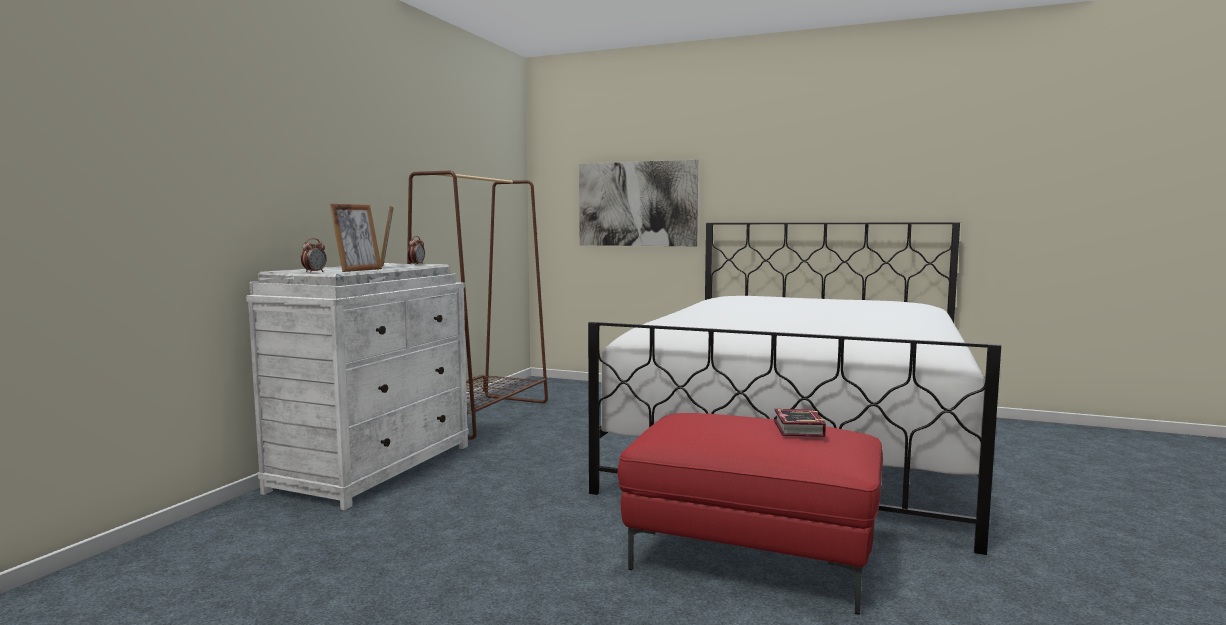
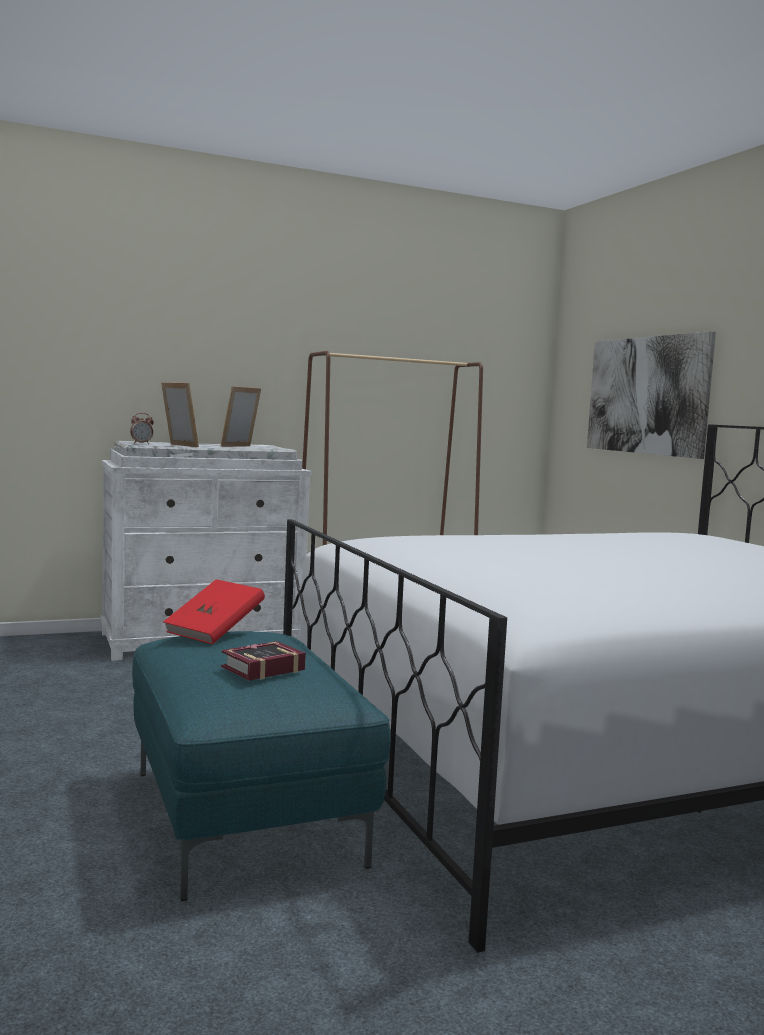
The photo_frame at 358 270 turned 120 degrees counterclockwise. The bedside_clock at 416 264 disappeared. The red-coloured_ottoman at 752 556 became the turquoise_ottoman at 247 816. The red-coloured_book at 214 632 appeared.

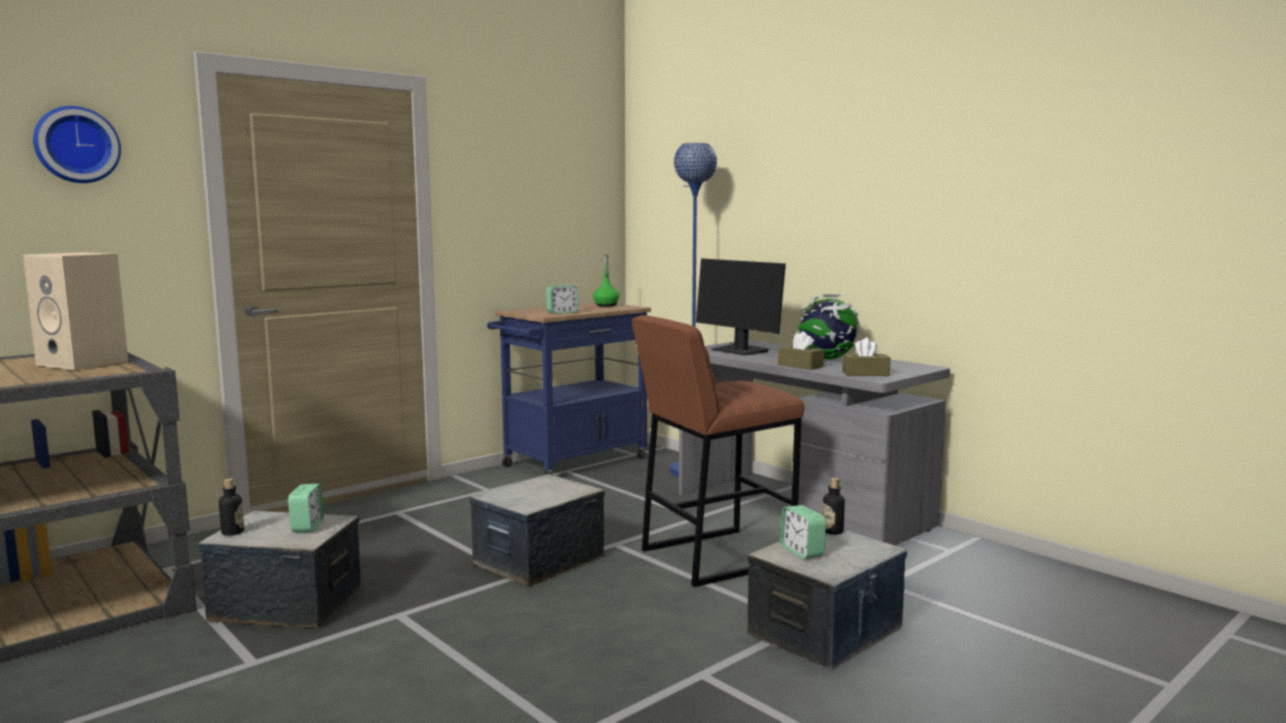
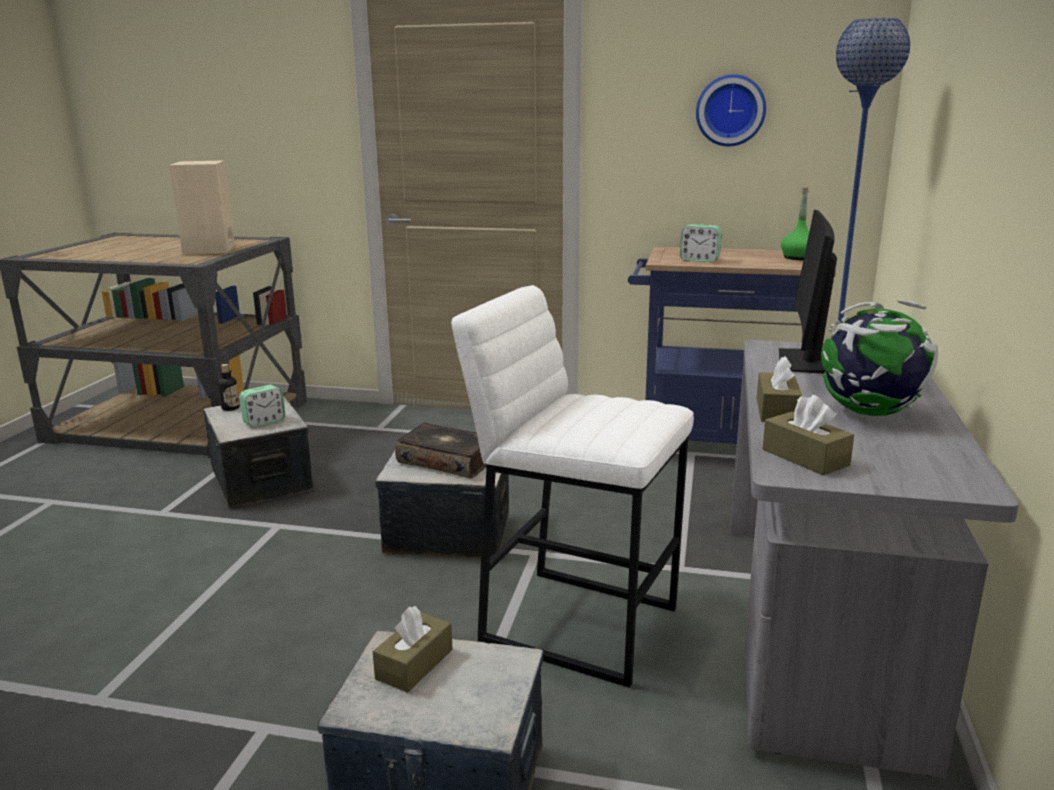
The wall_clock moved from 76 145 to 730 110. The brown-coloured_stool at 714 557 became the white-coloured_stool at 575 623. The bedside_clock at 802 552 was replaced by the brown-coloured_box_of_tissues at 414 664. The beverage_bottle at 832 531 disappeared. The book at 447 461 appeared.

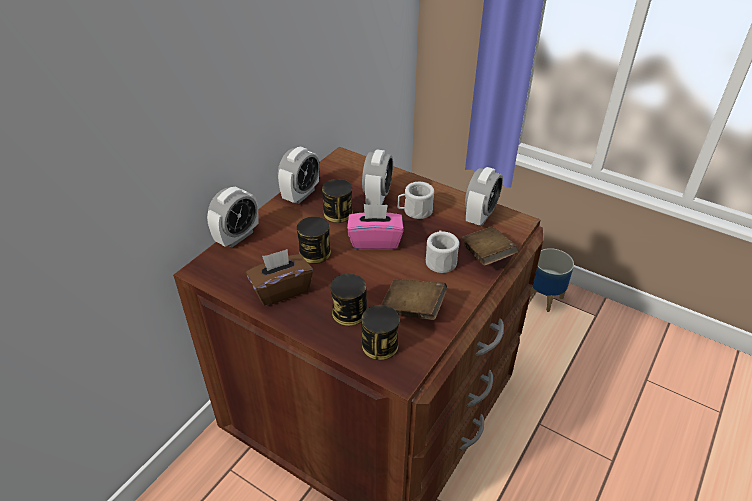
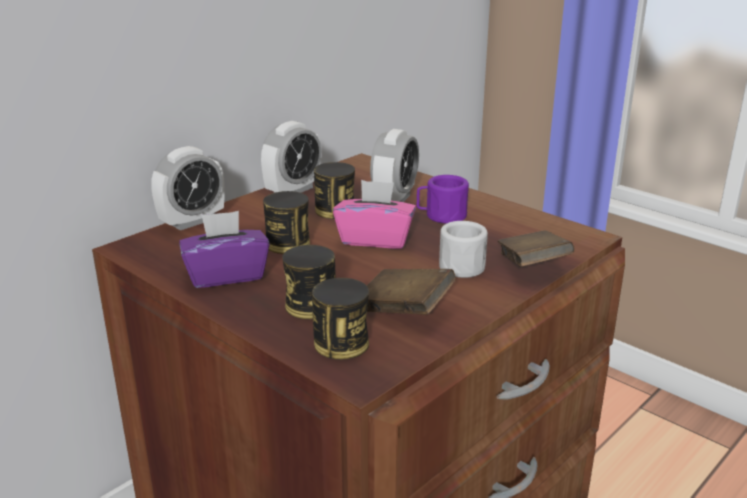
The brown-coloured_box_of_tissues at 281 290 became the purple-coloured_box_of_tissues at 226 275. The white-coloured_coffee_mug at 414 211 became the purple-coloured_coffee_mug at 441 216. The bedside_clock at 480 216 disappeared. The plant_pot at 545 298 disappeared.

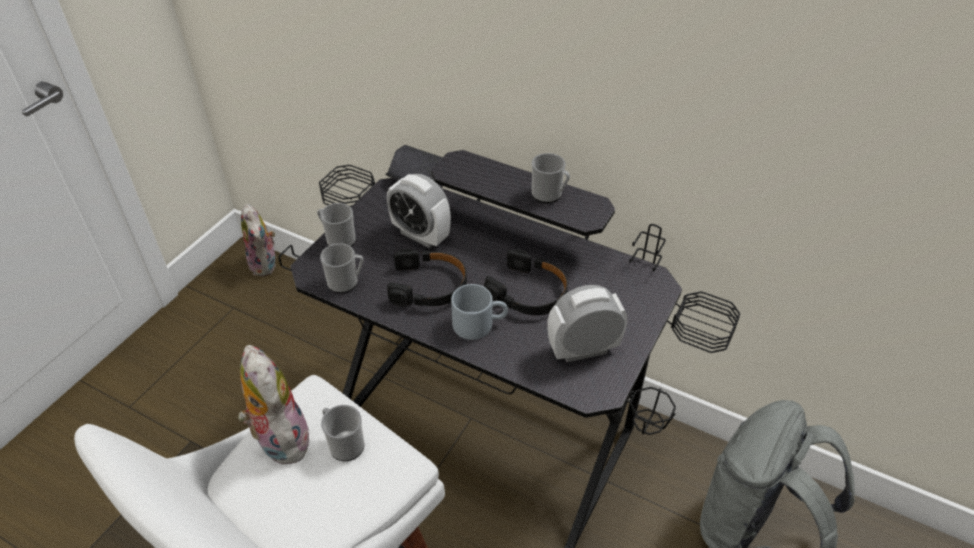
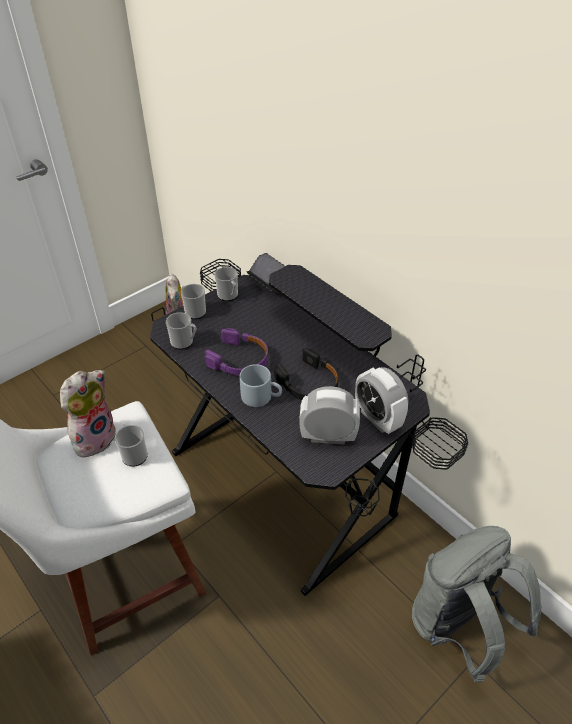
The soft_toy at 279 438 turned 45 degrees clockwise. The bedside_clock moved from 420 235 to 377 418. The black-coloured_headphones at 429 286 became the purple-coloured_headphones at 239 360. The coffee_mug moved from 549 195 to 229 296.

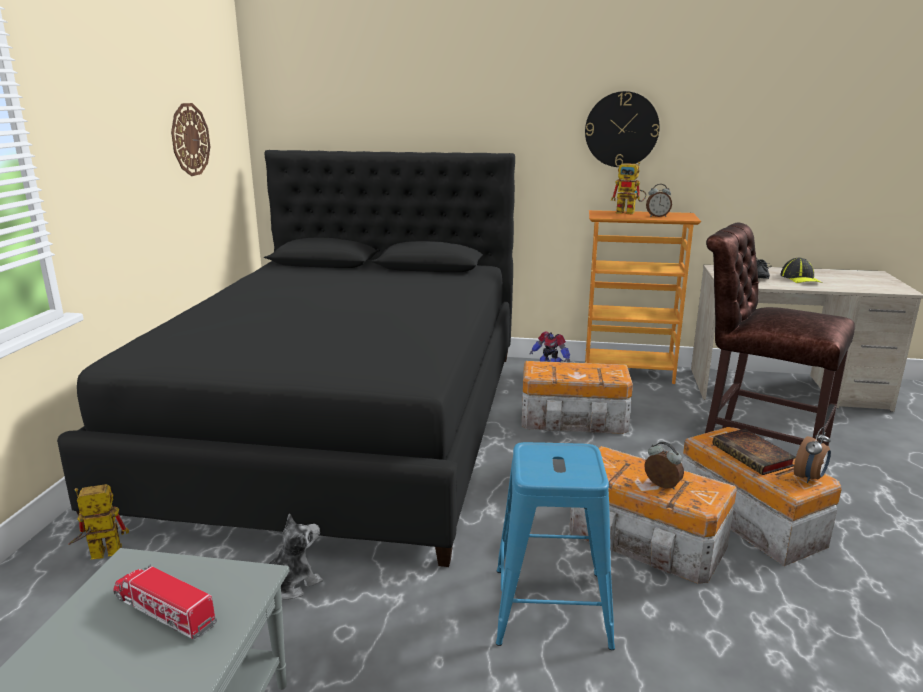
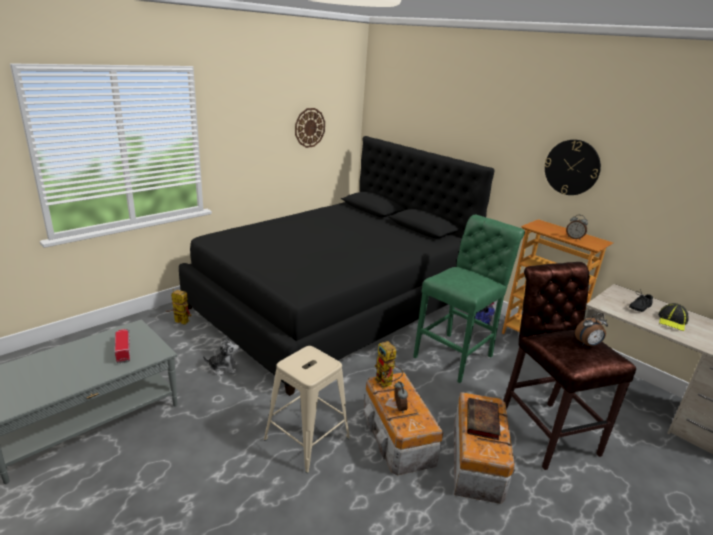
The blue_stool at 552 607 became the sand-coloured_stool at 307 439. The storage_box at 575 420 was replaced by the green_stool at 456 355. The model_robot moved from 630 212 to 386 384. The bedside_clock moved from 809 478 to 588 345.

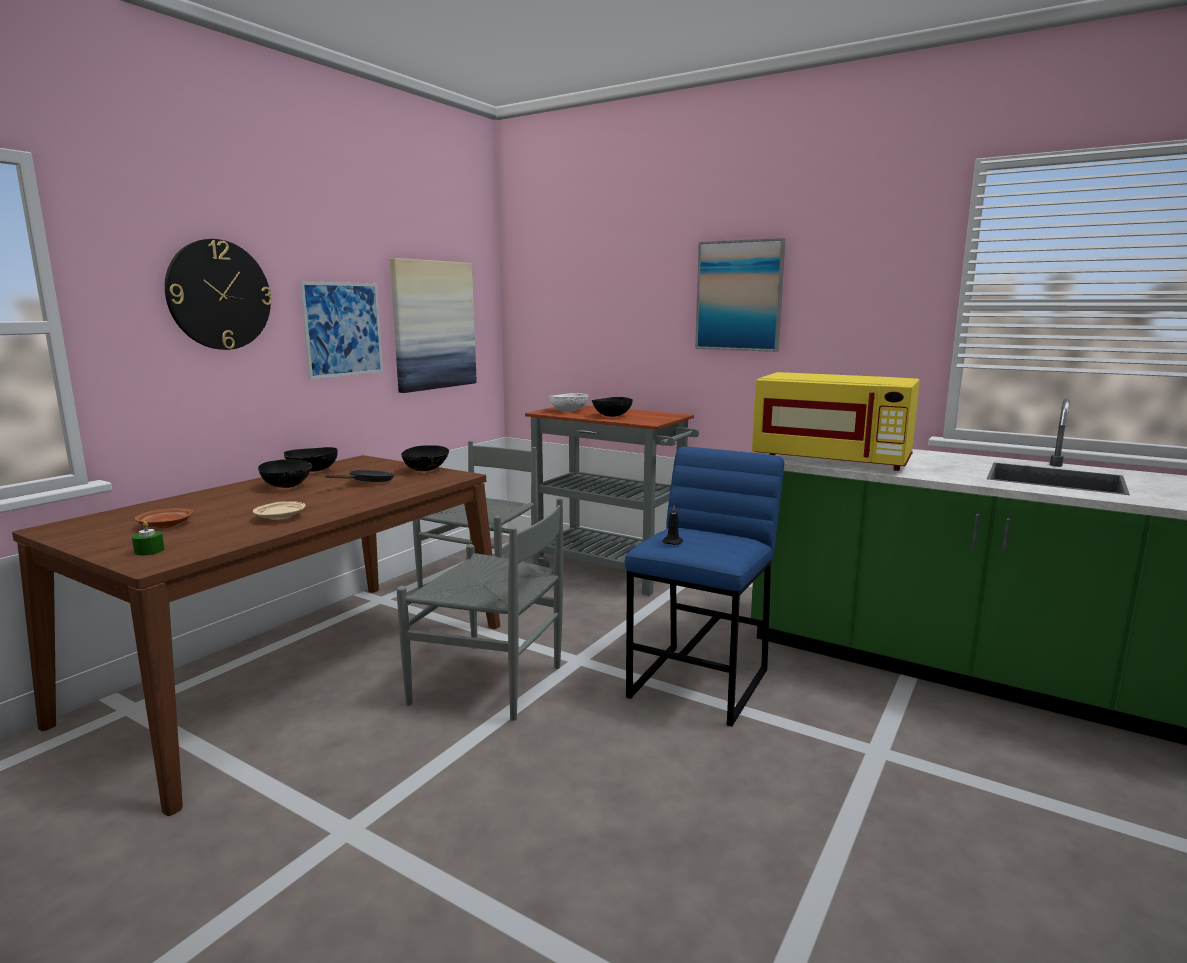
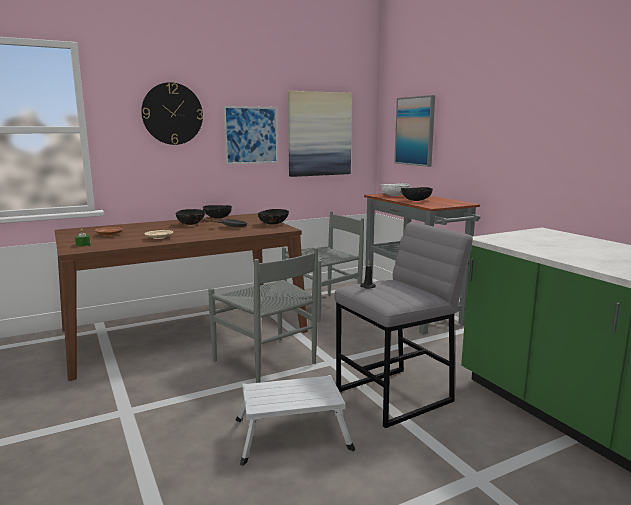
The blue_stool at 700 681 became the gray_stool at 396 395. The picture moved from 739 296 to 415 131. The yellowish_microwave_oven at 832 460 disappeared. The white-coloured_stepladder at 293 434 appeared.

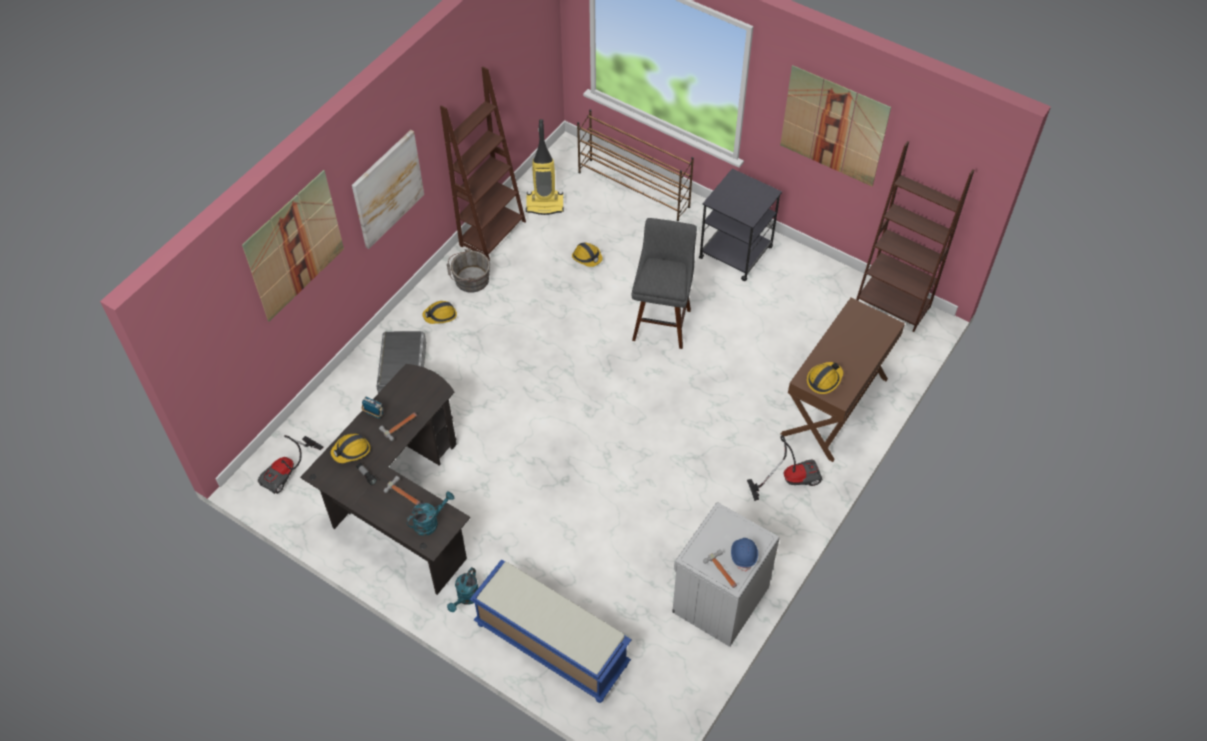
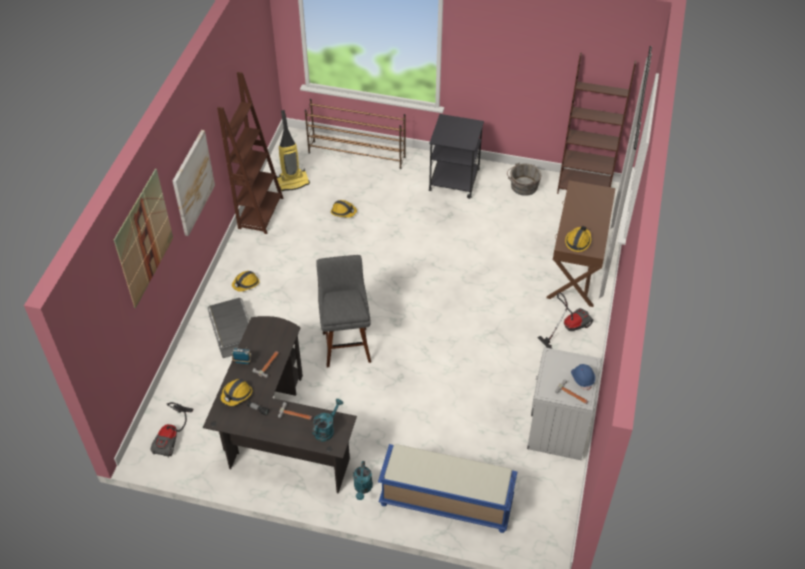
The gray_pail moved from 469 279 to 522 187. The gray_stool moved from 662 322 to 346 344. The picture at 833 126 disappeared.

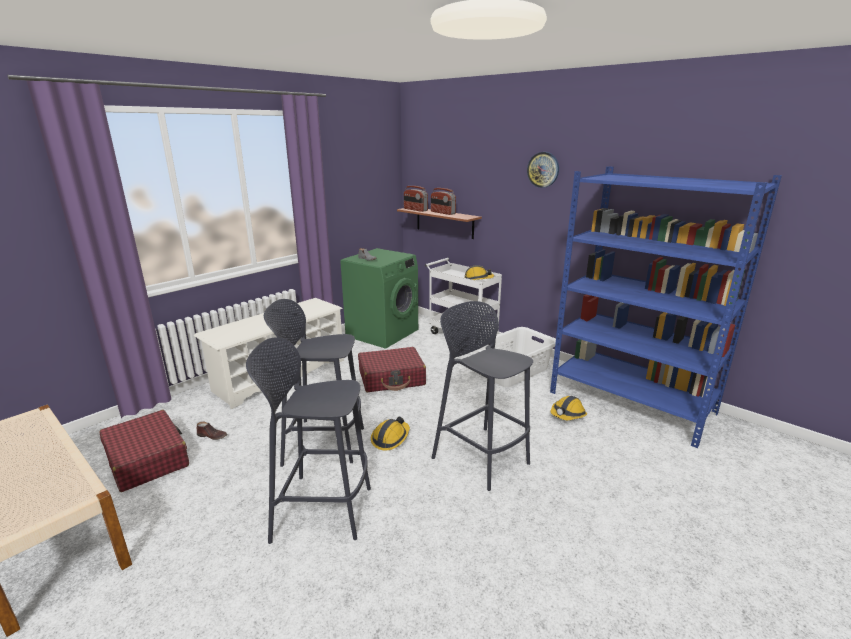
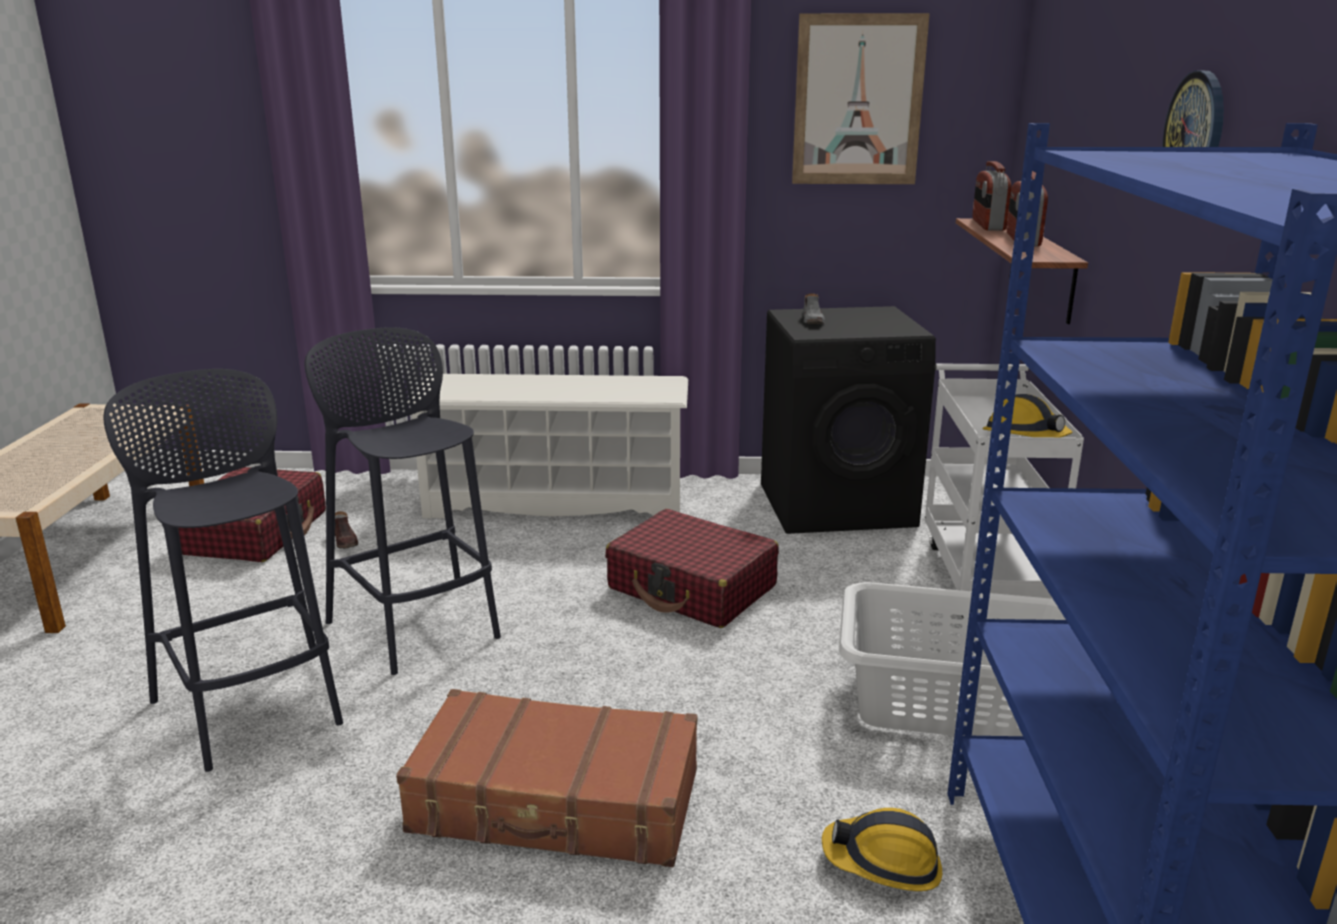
The green_laundry_machine at 383 333 became the black-coloured_laundry_machine at 837 505. The work_helmet at 390 438 disappeared. The gray_stool at 481 457 was replaced by the brown-coloured_piece_of_luggage at 556 803. The picture at 858 100 appeared.

